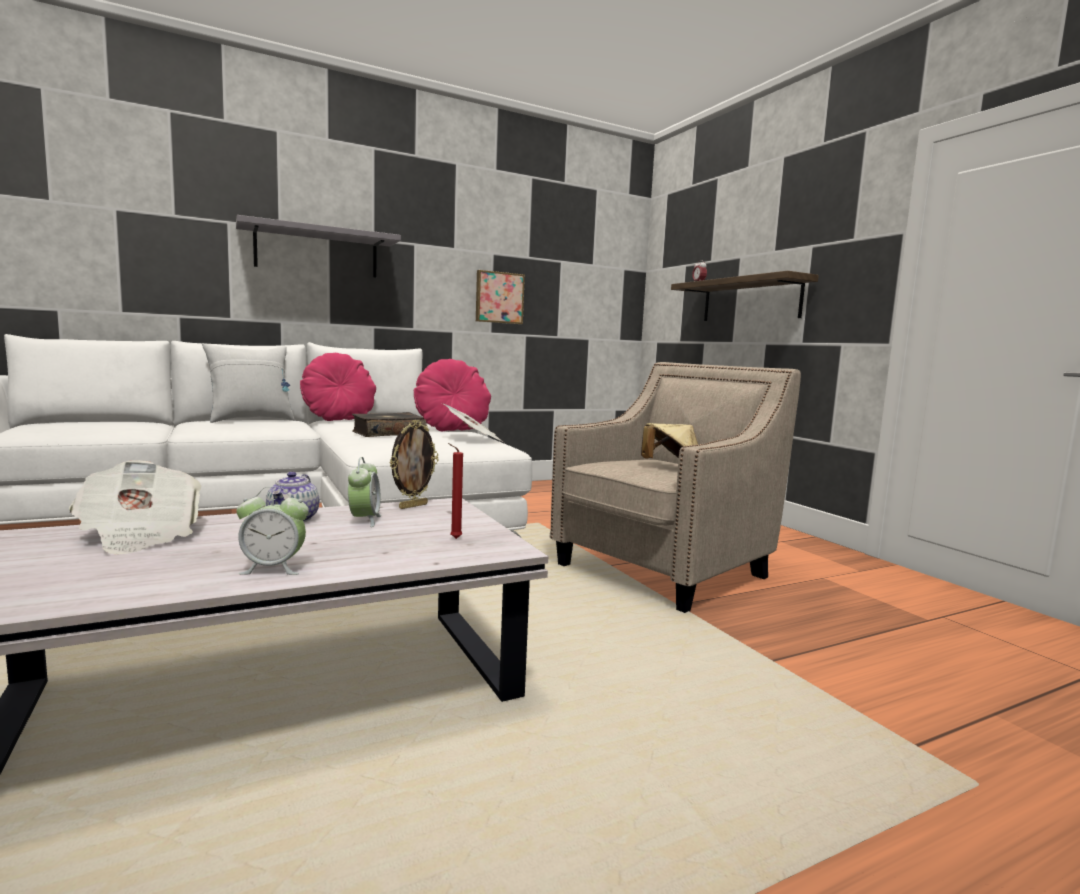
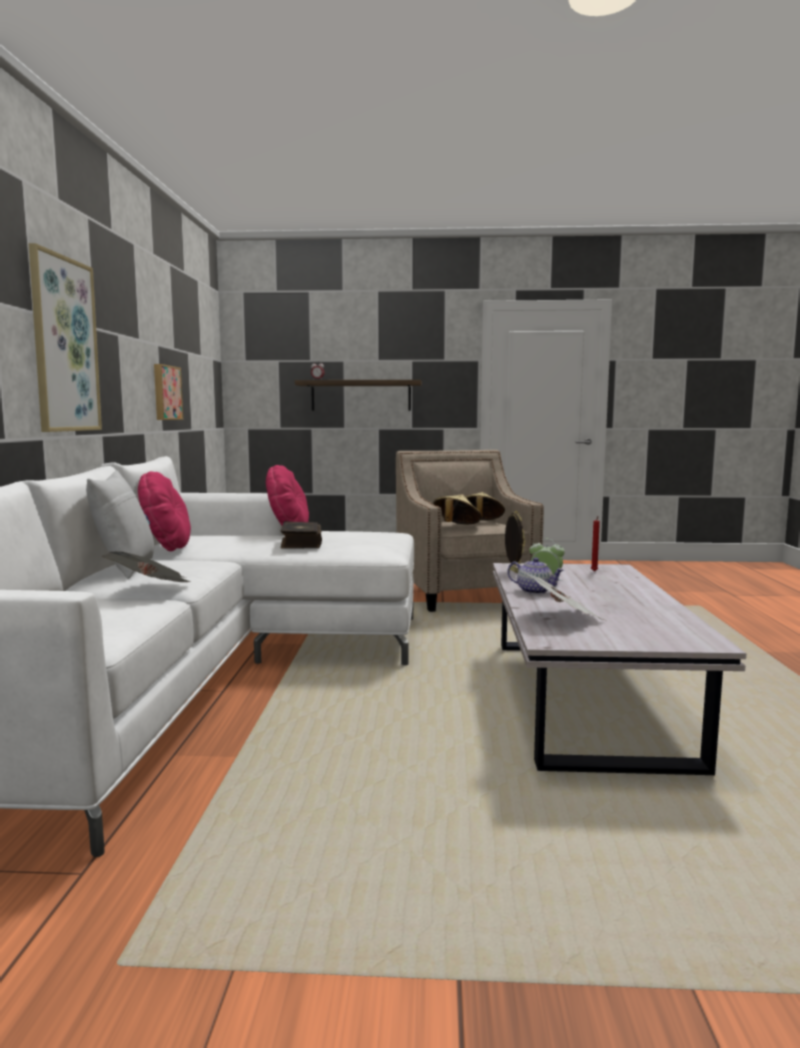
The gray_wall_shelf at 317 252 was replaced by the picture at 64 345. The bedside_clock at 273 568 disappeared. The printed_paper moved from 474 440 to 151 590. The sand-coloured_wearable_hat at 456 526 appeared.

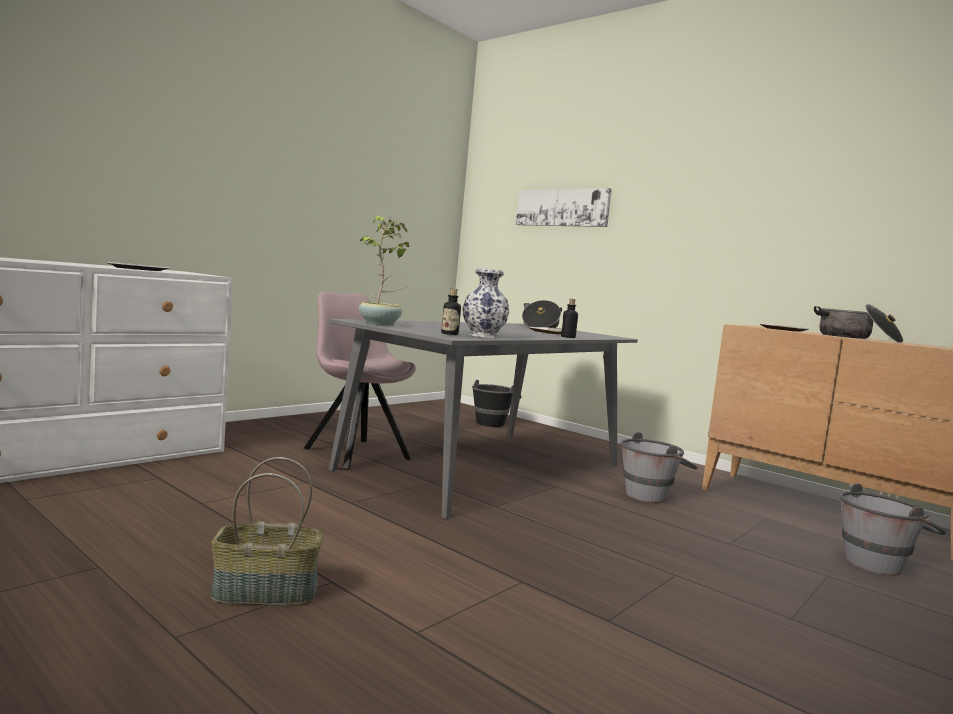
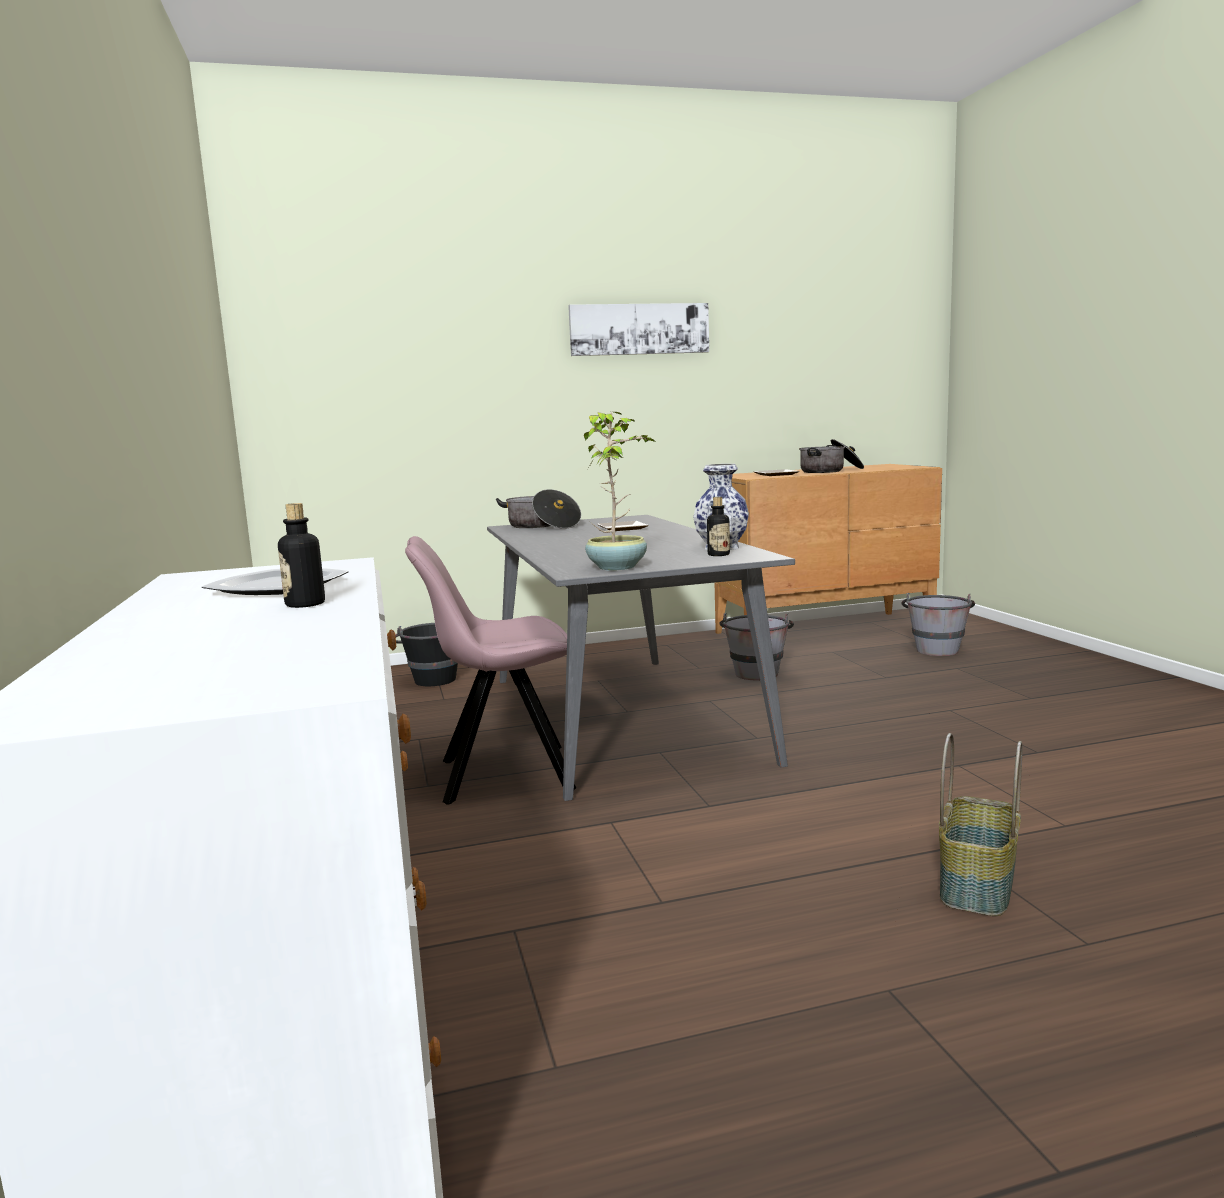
The picture moved from 562 208 to 639 329. The beverage_bottle moved from 568 337 to 305 604.

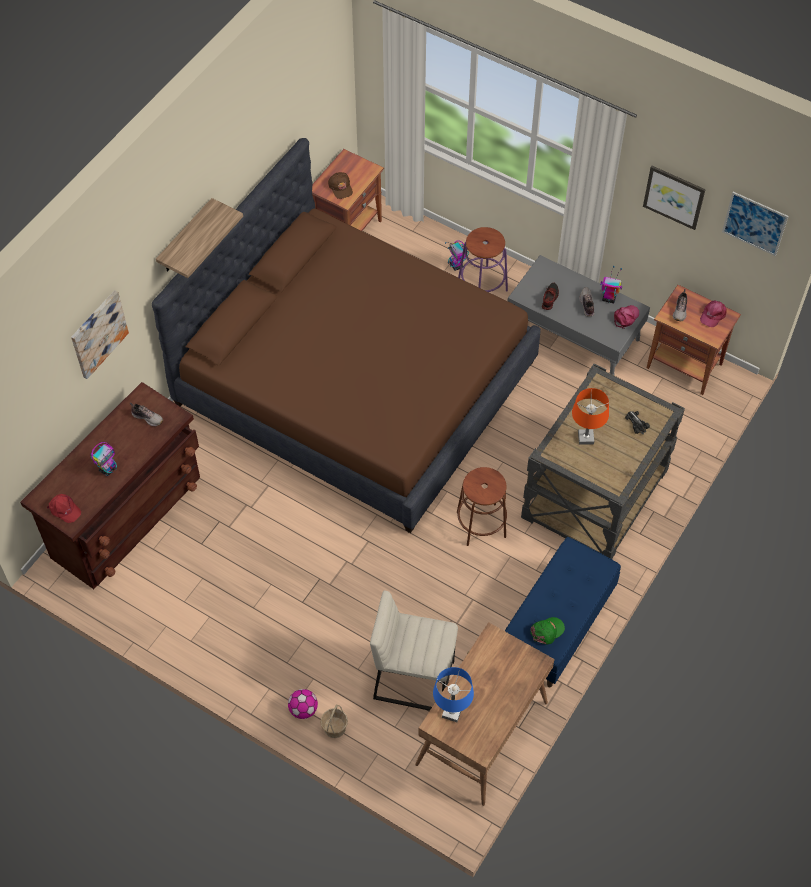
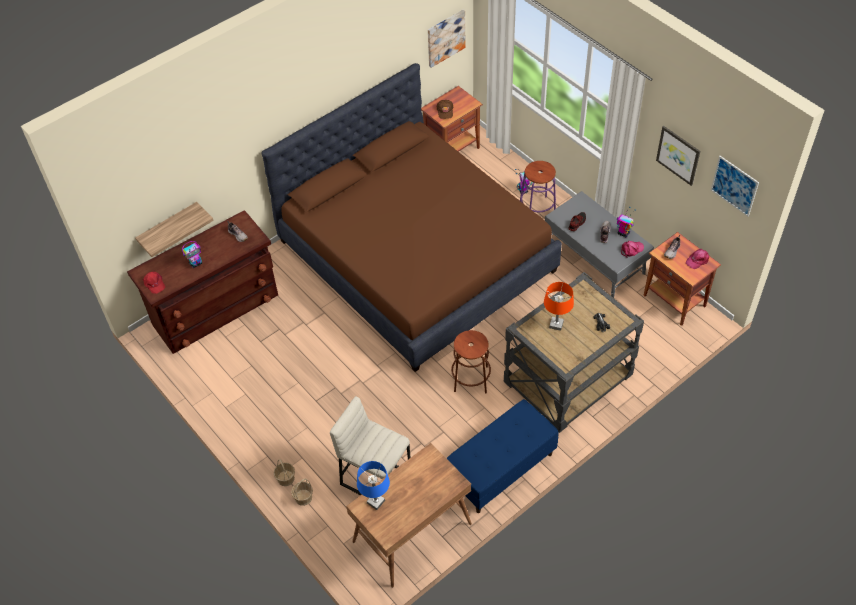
The picture moved from 98 333 to 445 38. The wall_shelf moved from 185 238 to 168 227. The football at 303 709 was replaced by the household_basket at 286 478. The green_peaked_cap at 547 631 disappeared.

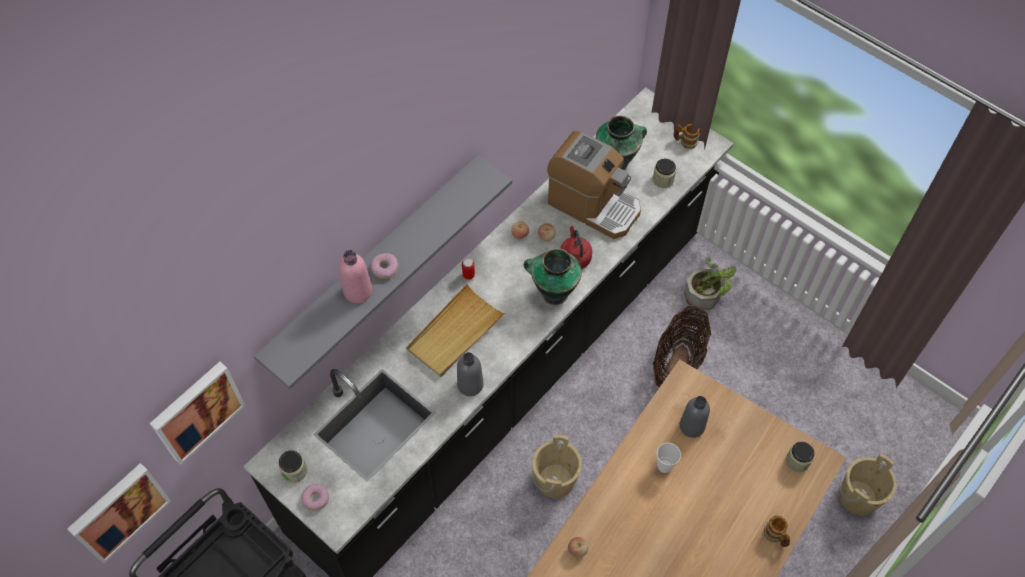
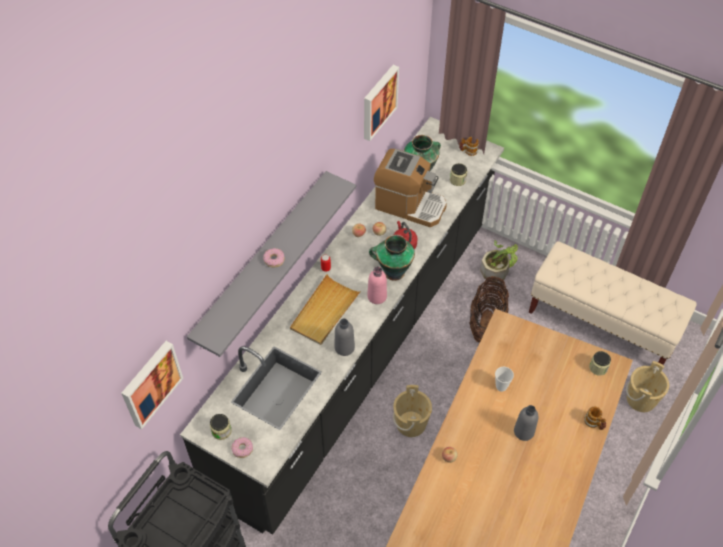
The picture moved from 118 510 to 378 101. The pink_beverage_bottle moved from 358 291 to 377 296. The gray_beverage_bottle moved from 692 426 to 524 431. The sand-coloured_indoor_bench at 602 324 appeared.

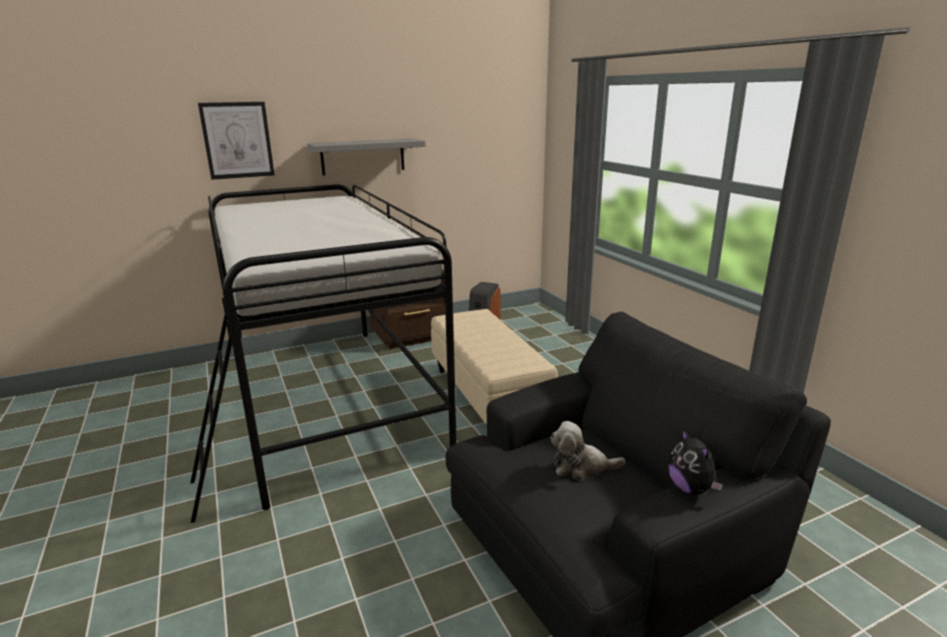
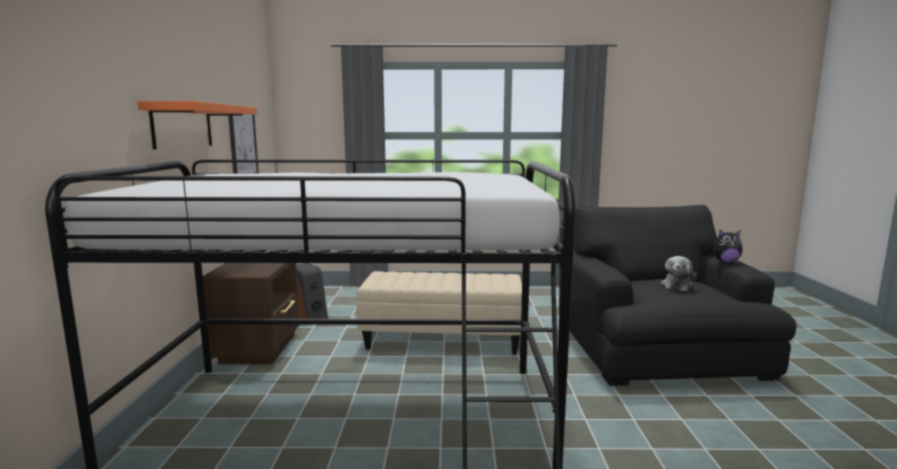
The picture moved from 237 140 to 242 143. The gray_wall_shelf at 363 156 became the orangey_wall_shelf at 182 126.

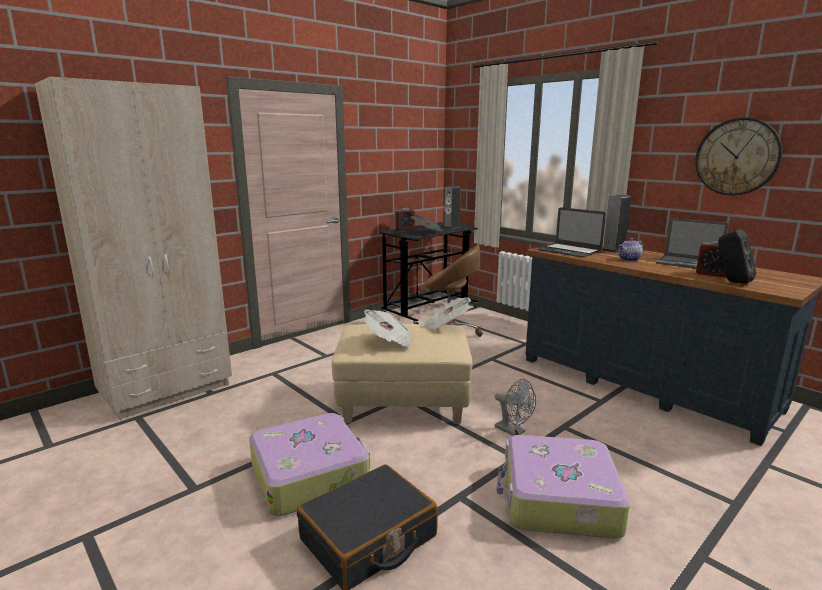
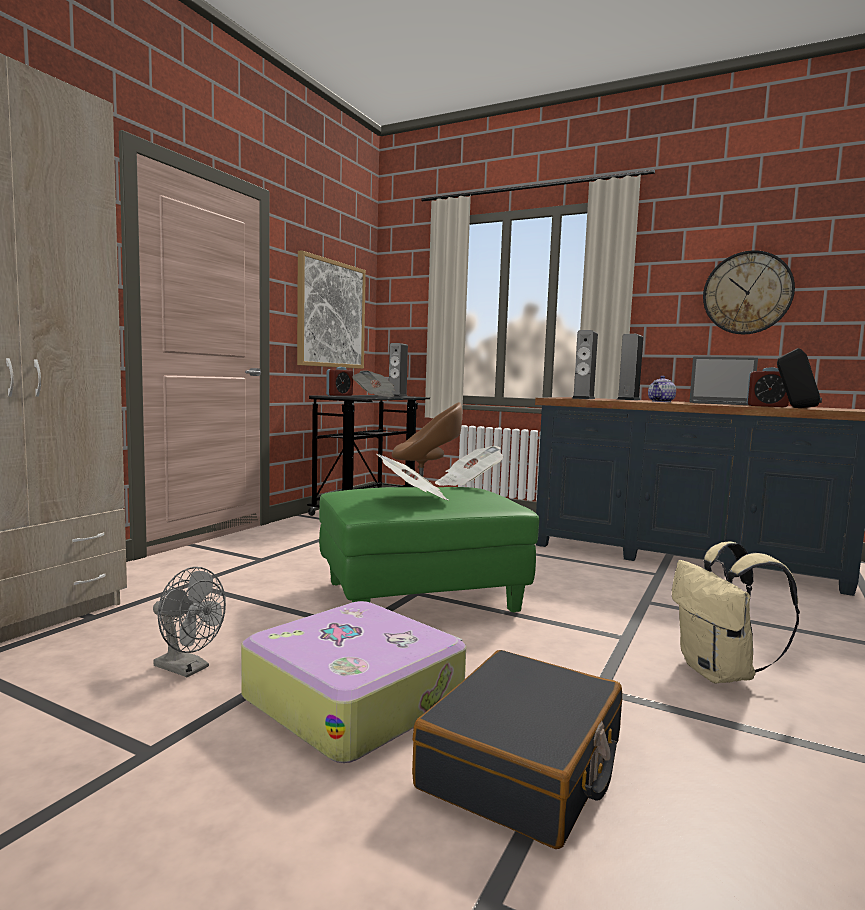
The sand-coloured_ottoman at 404 402 became the green_ottoman at 421 597. The gray_cooling_fan moved from 513 431 to 188 668. The piece_of_luggage at 558 499 was replaced by the sand-coloured_rucksack at 720 673. The portable_computer at 569 250 was replaced by the audio_speaker at 583 398. The picture at 331 314 appeared.

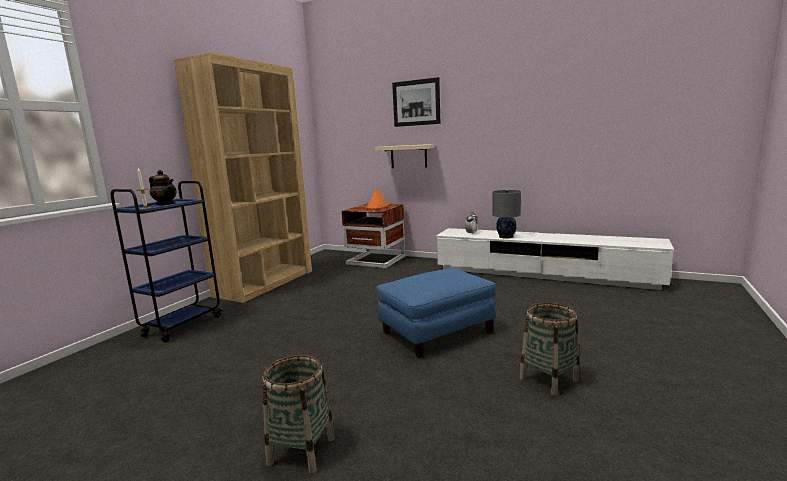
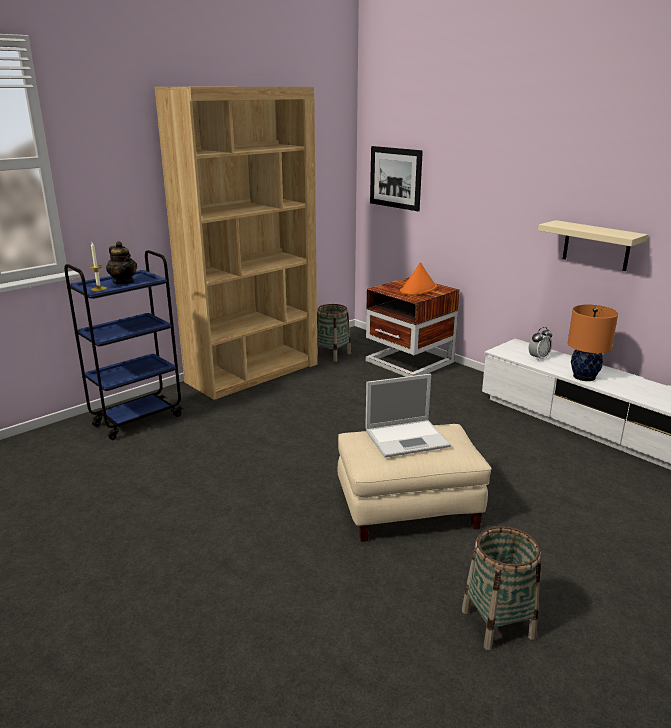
The household_basket moved from 301 450 to 332 354. The sand-coloured_wall_shelf moved from 408 156 to 596 246. The blue_ottoman at 436 332 became the sand-coloured_ottoman at 408 507. The picture moved from 416 103 to 395 178. The gray_table_lamp at 506 237 became the orangey_table_lamp at 584 377. The portable_computer at 408 438 appeared.

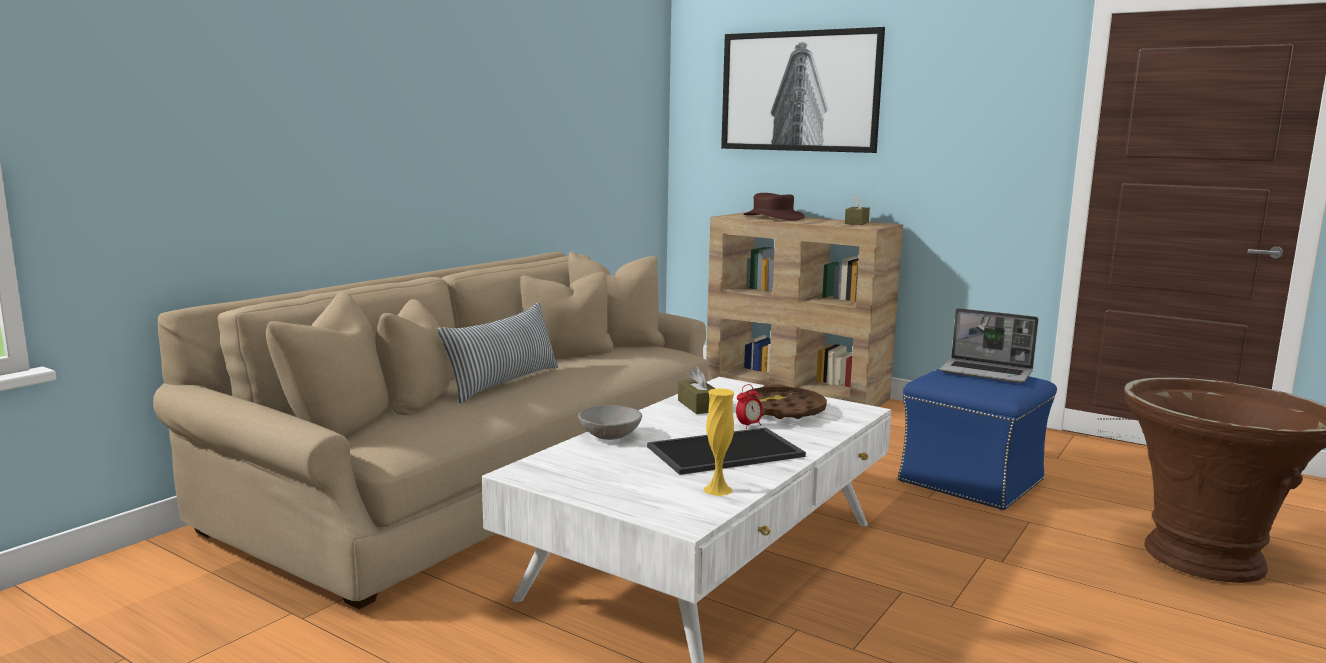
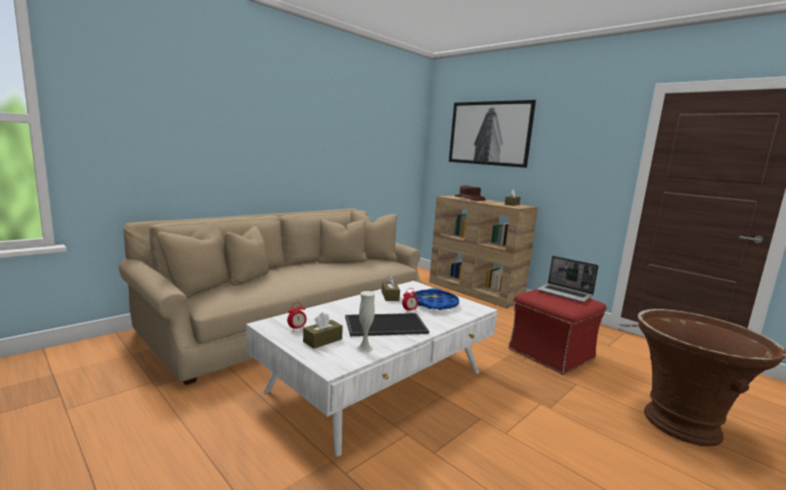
The cushion at 503 383 disappeared. The gray_bowl at 609 436 disappeared. The yellowish_vase at 718 489 became the white-coloured_vase at 364 348. The brown-coloured_serving_tray at 783 410 became the blue_serving_tray at 435 304. The blue_ottoman at 972 481 became the red-coloured_ottoman at 552 354. The bedside_clock at 297 329 appeared. The brown-coloured_box_of_tissues at 322 340 appeared.

